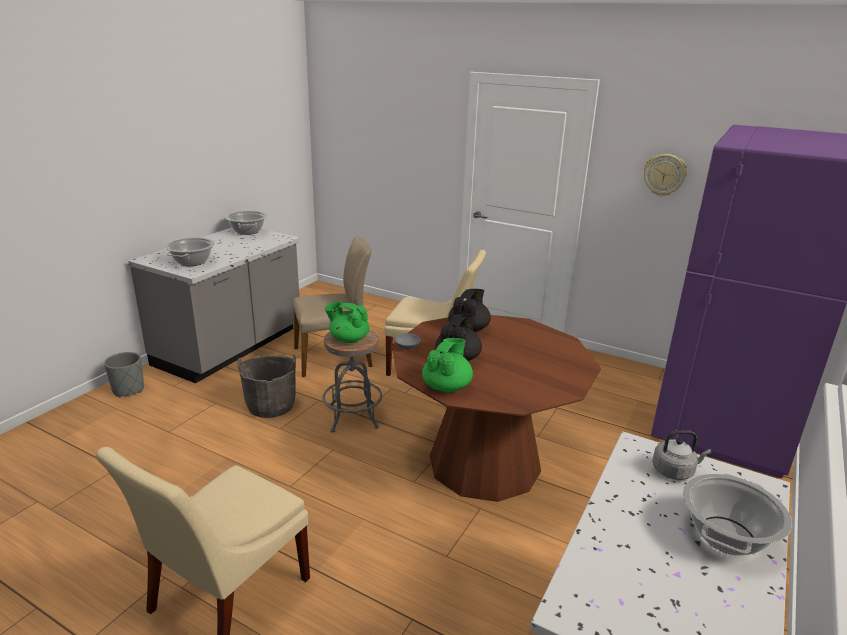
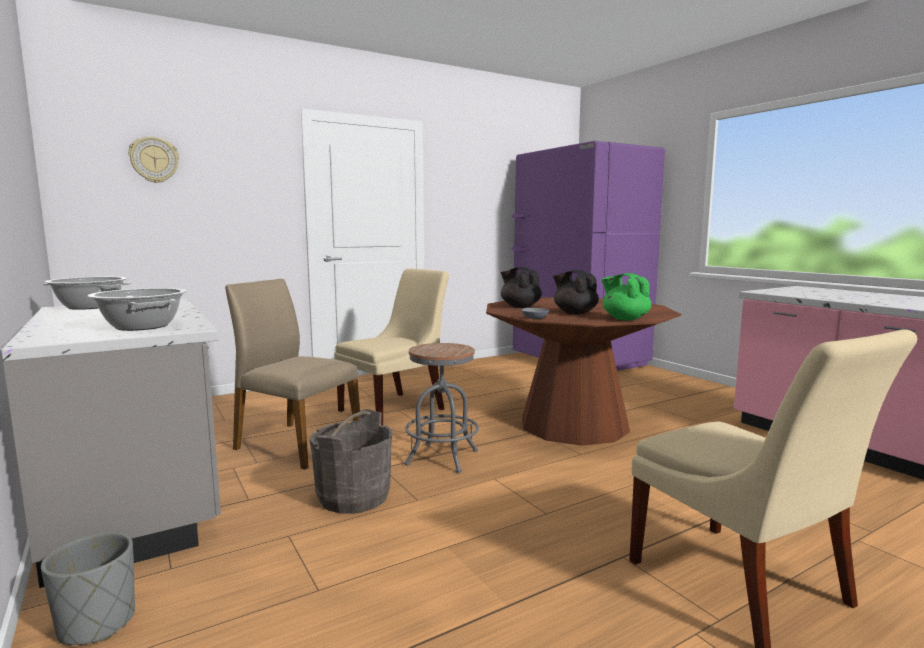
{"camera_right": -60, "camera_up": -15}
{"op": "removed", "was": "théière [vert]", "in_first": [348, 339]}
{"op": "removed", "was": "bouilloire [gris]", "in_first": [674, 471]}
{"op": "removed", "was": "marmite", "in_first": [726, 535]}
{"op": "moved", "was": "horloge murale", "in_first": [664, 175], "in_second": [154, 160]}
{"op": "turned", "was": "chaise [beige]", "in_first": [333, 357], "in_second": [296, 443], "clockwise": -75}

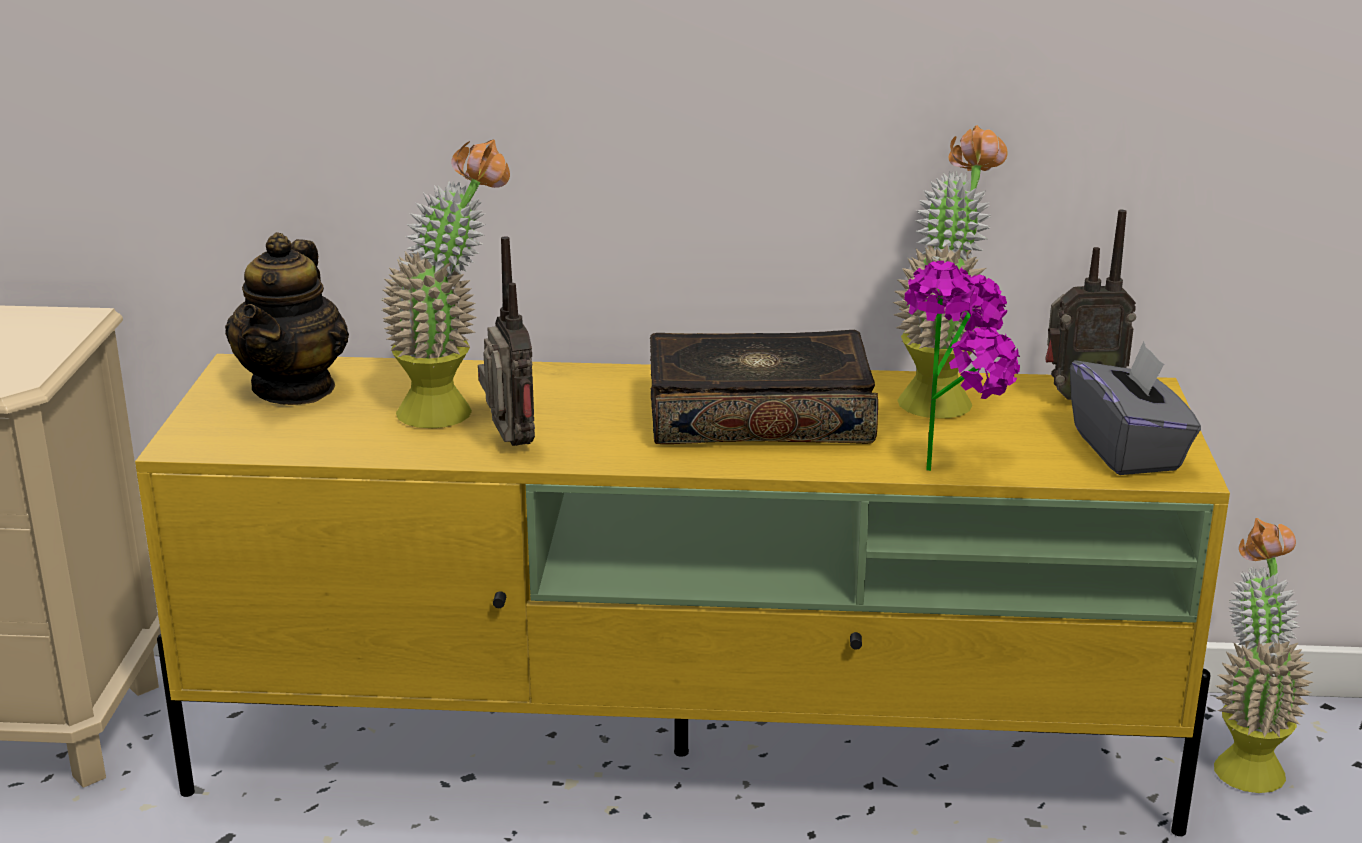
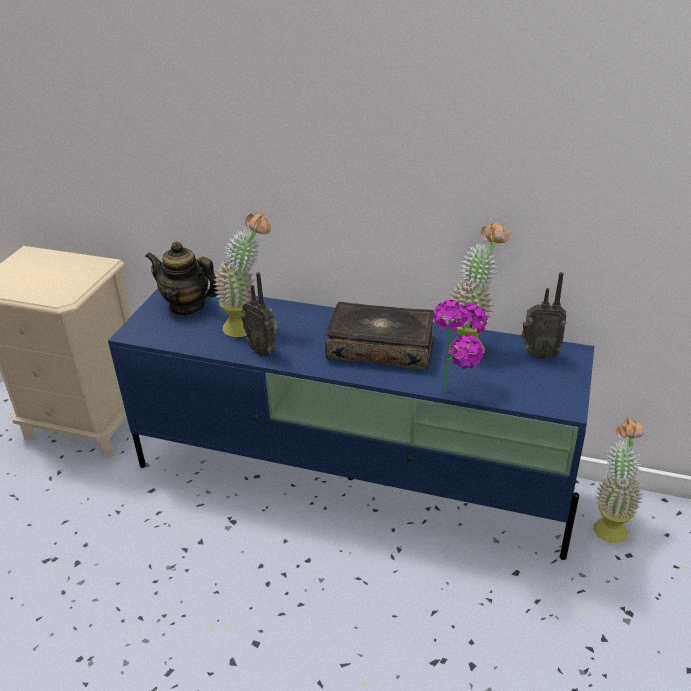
{"camera_right": 15, "camera_up": 10}
{"op": "removed", "was": "boîte à mouchoirs [gris]", "in_first": [1128, 450]}
{"op": "recoloured", "was": "meuble télé [jaune]", "now": "meuble télé [bleu]", "in_first": [687, 754], "in_second": [353, 479]}
{"op": "turned", "was": "théière", "in_first": [294, 388], "in_second": [187, 306], "clockwise": 90}
{"op": "turned", "was": "radio", "in_first": [509, 445], "in_second": [263, 350], "clockwise": 135}

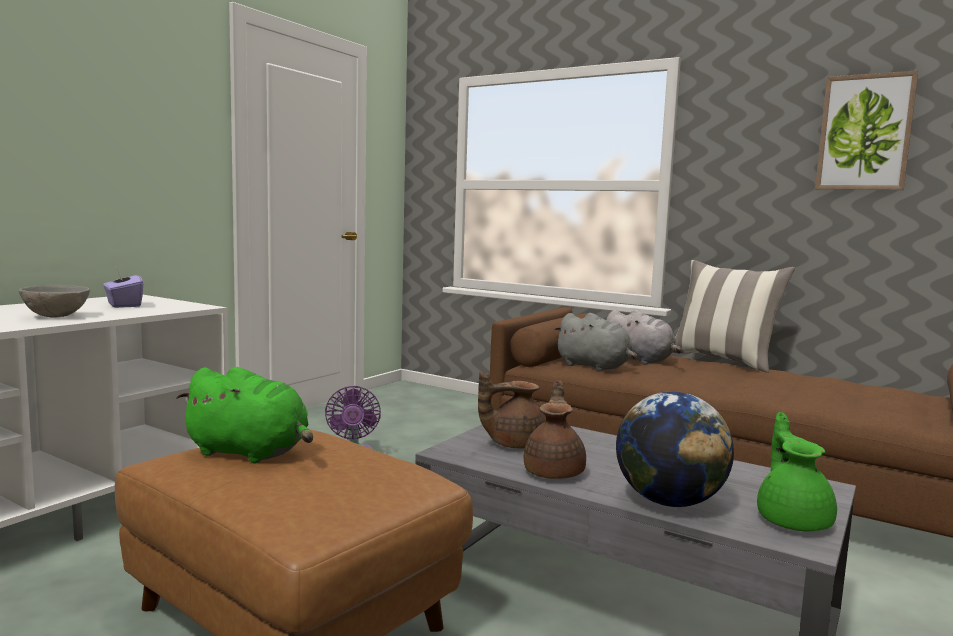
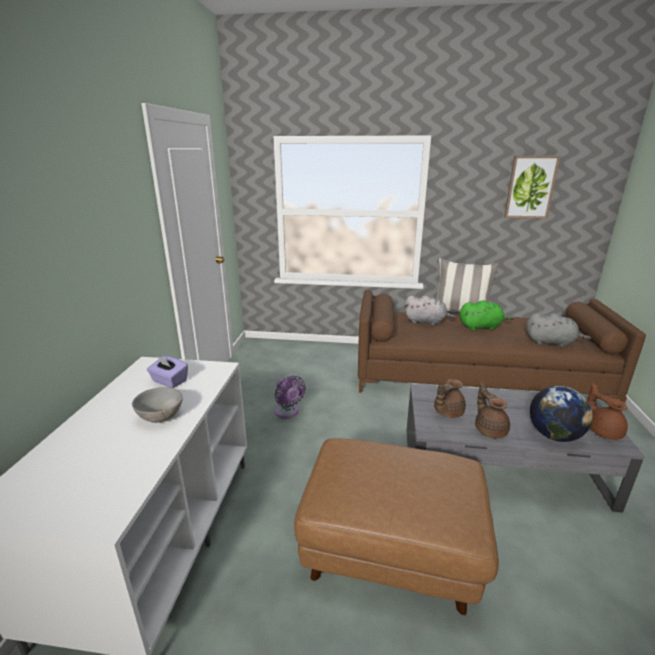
{"camera_right": -25, "camera_up": 15}
{"op": "moved", "was": "peluche [vert]", "in_first": [251, 453], "in_second": [481, 327]}
{"op": "moved", "was": "peluche [gris]", "in_first": [595, 367], "in_second": [551, 342]}
{"op": "recoloured", "was": "théière [vert]", "now": "théière [marron]", "in_first": [793, 520], "in_second": [603, 430]}

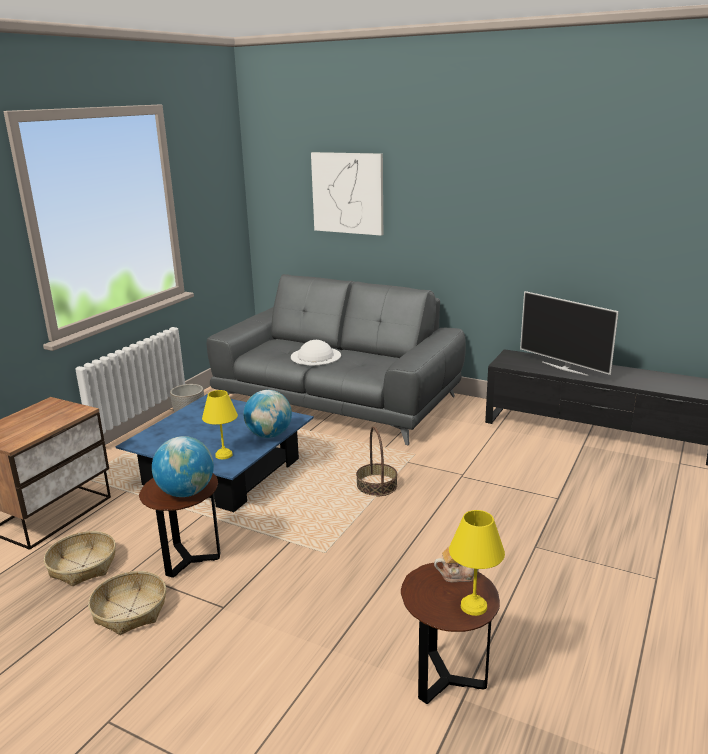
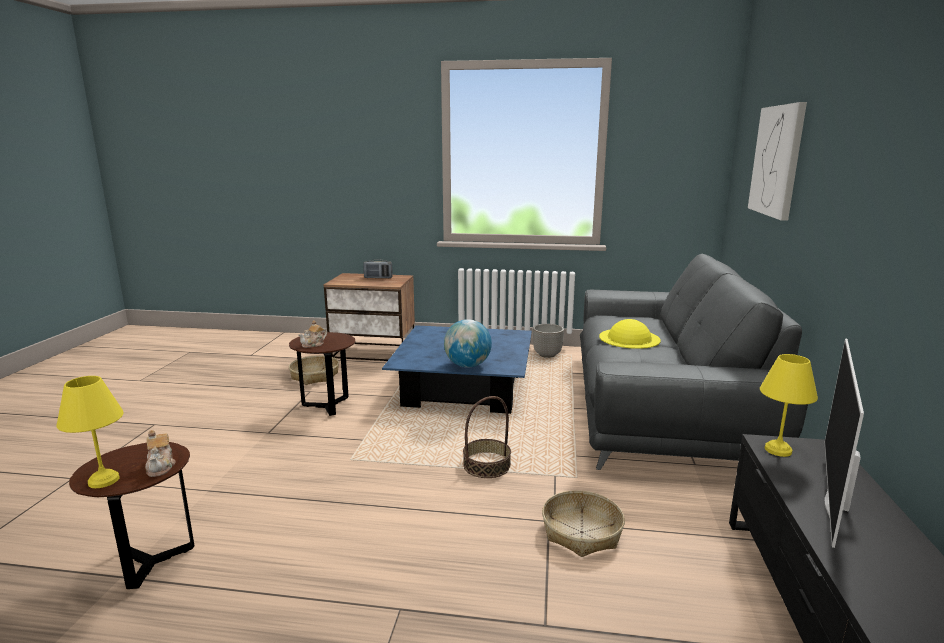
{"camera_right": 70, "camera_up": -5}
{"op": "added", "now": "radio", "in_second": [378, 278]}
{"op": "moved", "was": "panier", "in_first": [130, 610], "in_second": [582, 532]}
{"op": "moved", "was": "lampe de table [jaune]", "in_first": [224, 455], "in_second": [778, 450]}
{"op": "replaced", "was": "globe", "now": "théière", "in_first": [186, 492], "in_second": [314, 344]}
{"op": "recoloured", "was": "chapeau [blanc]", "now": "chapeau [jaune]", "in_first": [315, 356], "in_second": [629, 338]}

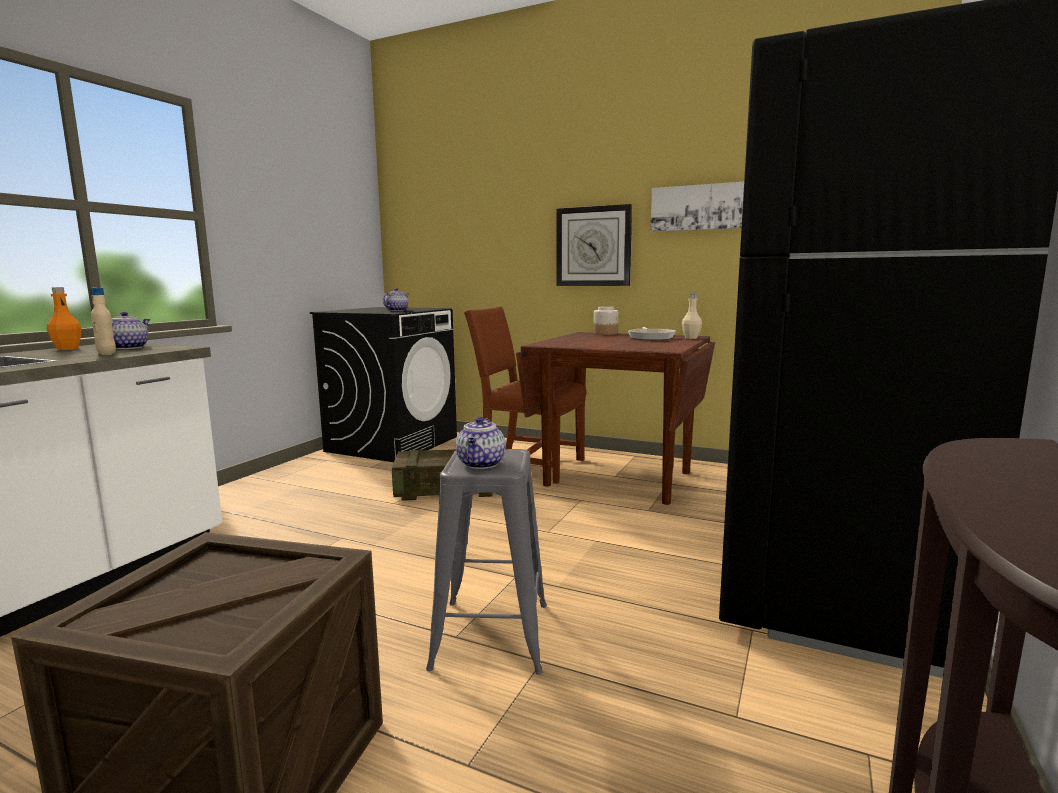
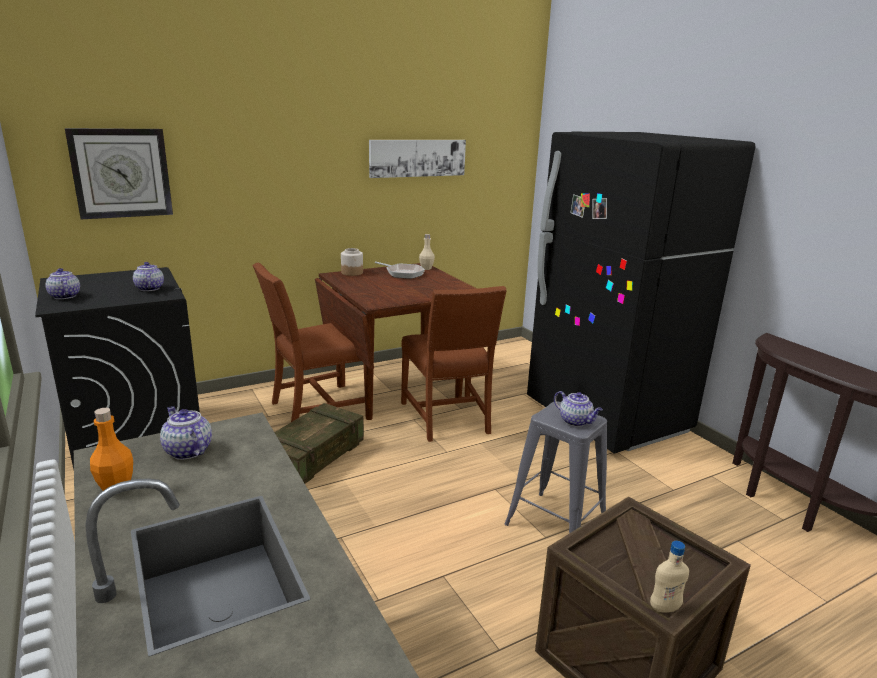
{"camera_right": -55, "camera_up": 10}
{"op": "added", "now": "théière", "in_second": [64, 296]}
{"op": "added", "now": "chaise [marron]", "in_second": [448, 419]}
{"op": "moved", "was": "bouteille [beige]", "in_first": [106, 354], "in_second": [664, 607]}
{"op": "moved", "was": "horloge murale", "in_first": [593, 246], "in_second": [121, 173]}

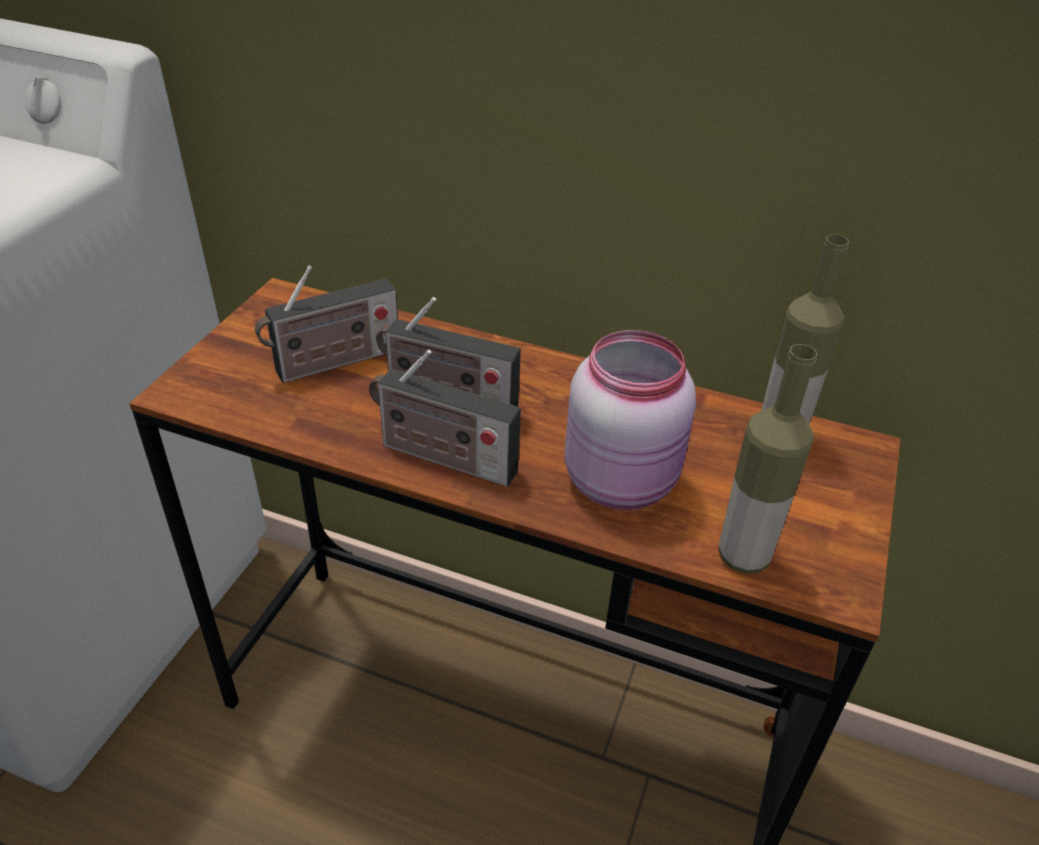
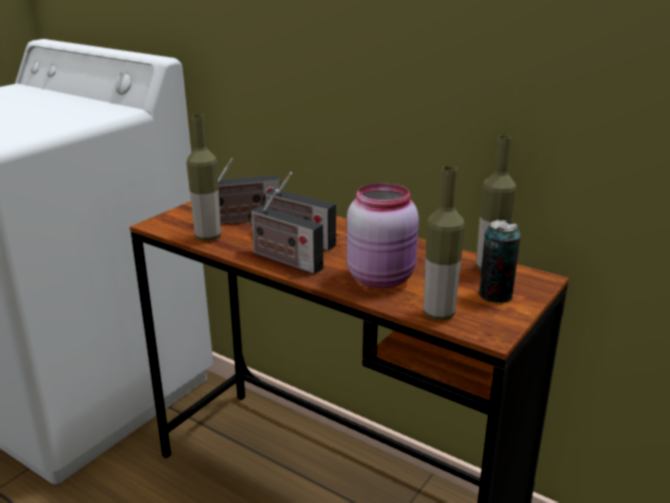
{"camera_right": 15, "camera_up": -15}
{"op": "added", "now": "bouteille", "in_second": [208, 237]}
{"op": "added", "now": "boîte métallique", "in_second": [495, 295]}

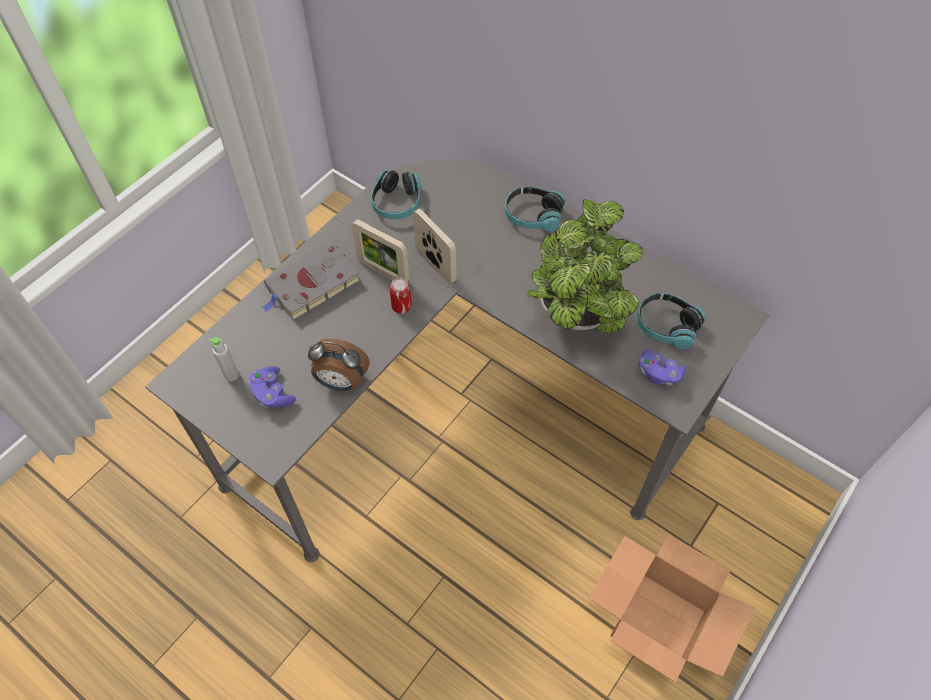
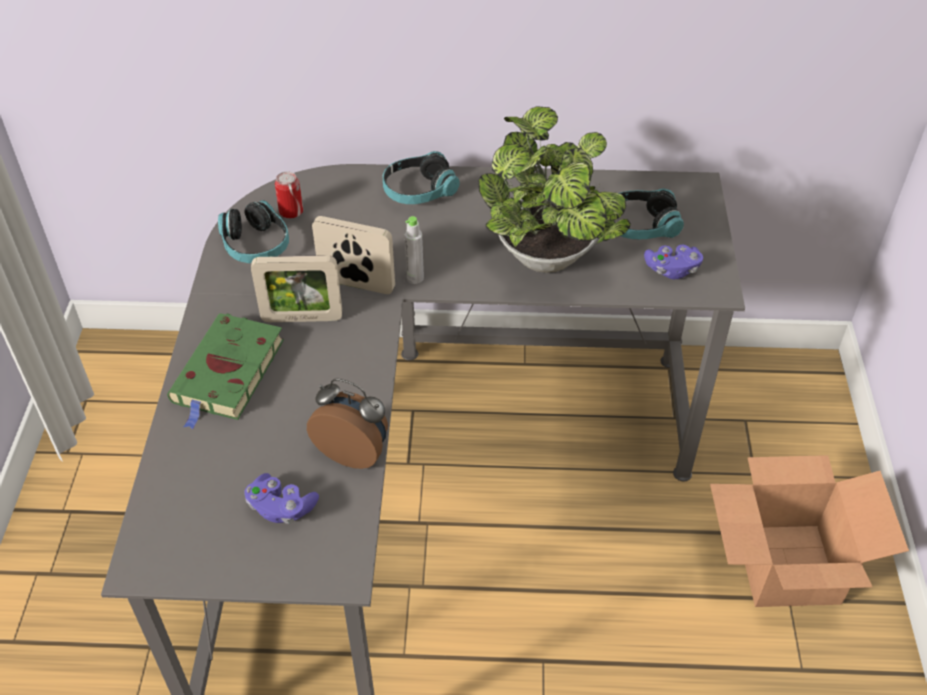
{"camera_right": -35, "camera_up": -10}
{"op": "moved", "was": "bouteille [gris]", "in_first": [231, 375], "in_second": [415, 278]}
{"op": "moved", "was": "boîte métallique", "in_first": [401, 306], "in_second": [291, 212]}
{"op": "recoloured", "was": "livre [gris]", "now": "livre [vert]", "in_first": [311, 286], "in_second": [227, 374]}
{"op": "turned", "was": "réveil", "in_first": [341, 382], "in_second": [354, 451], "clockwise": -135}

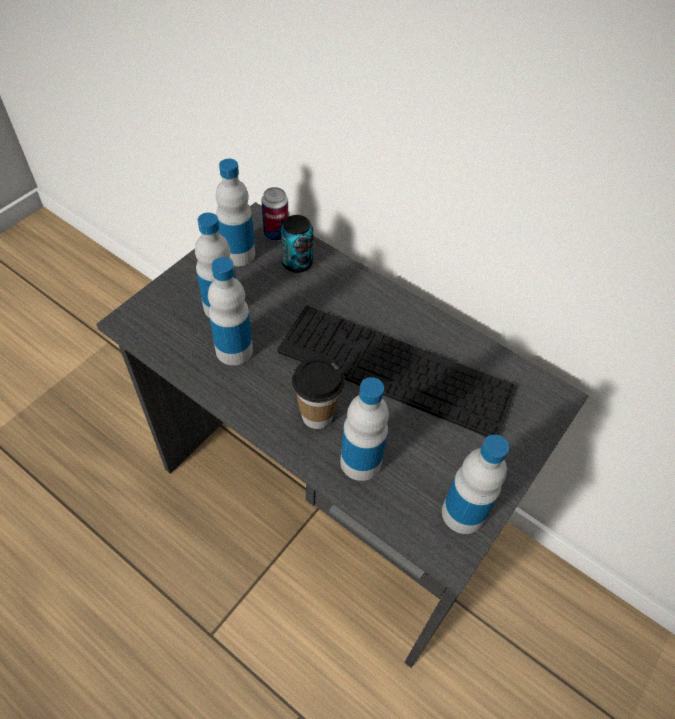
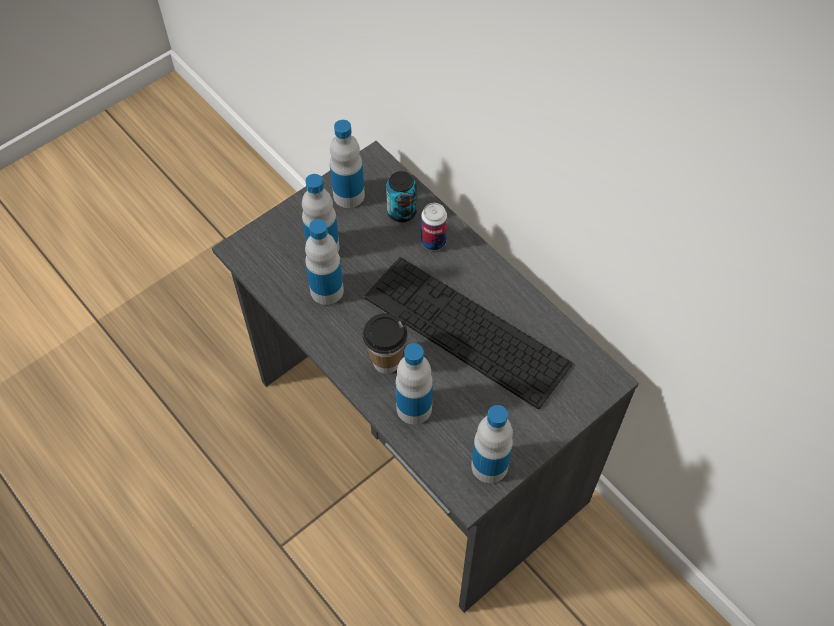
{"camera_right": 15, "camera_up": 5}
{"op": "moved", "was": "boîte métallique", "in_first": [276, 234], "in_second": [433, 241]}

